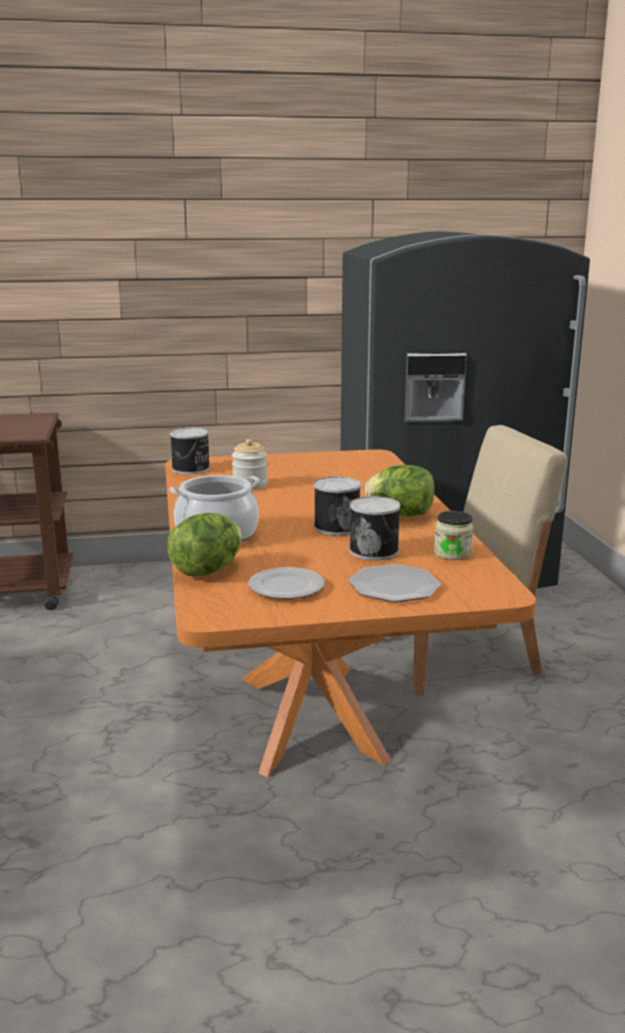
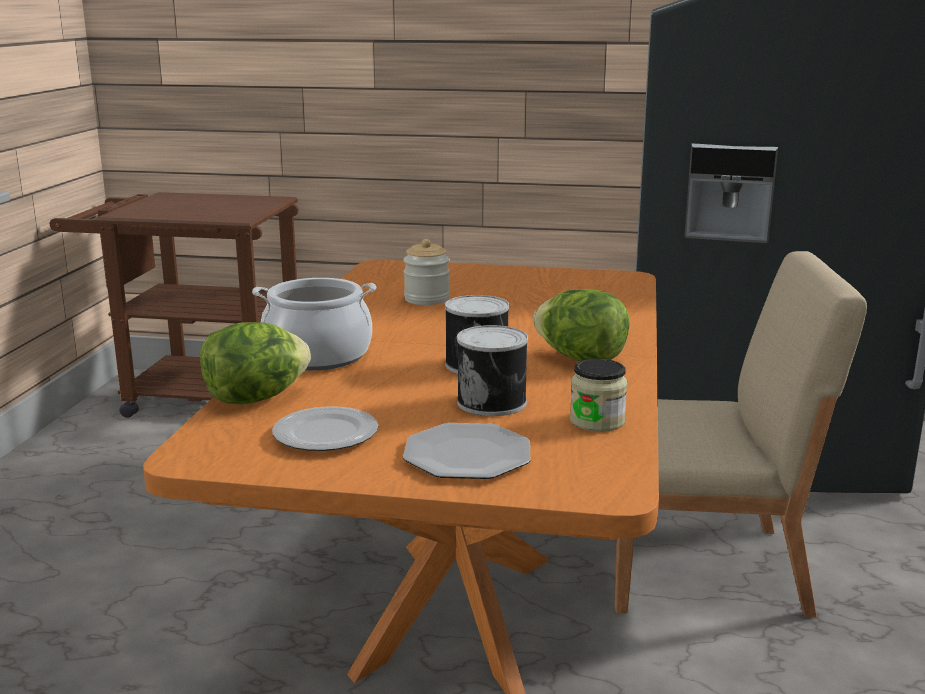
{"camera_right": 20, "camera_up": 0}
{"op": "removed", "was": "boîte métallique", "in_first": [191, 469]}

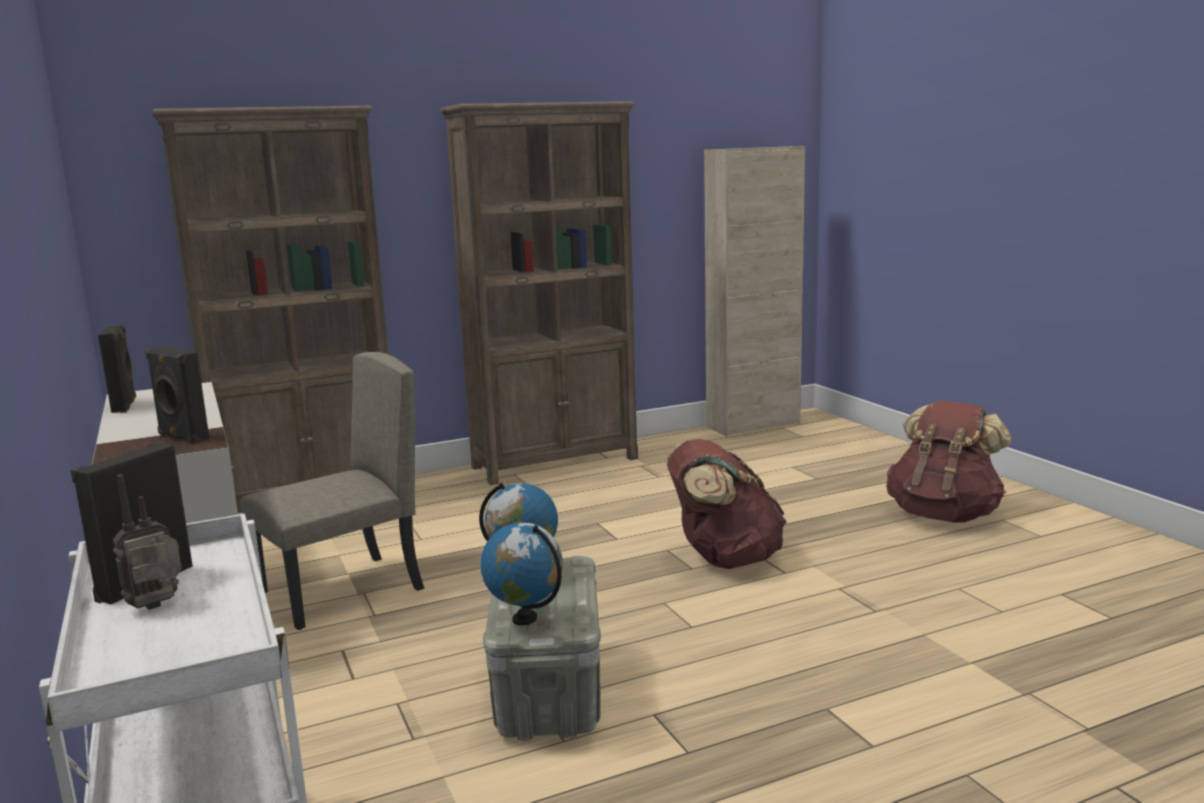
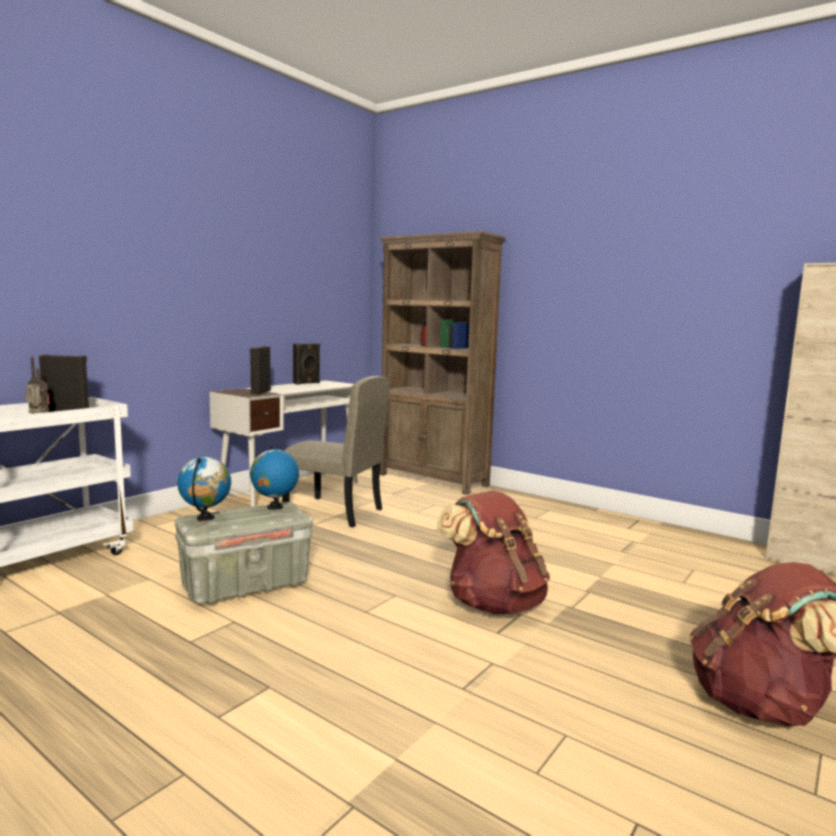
{"camera_right": 60, "camera_up": -5}
{"op": "removed", "was": "bibliothèque [marron]", "in_first": [556, 463]}

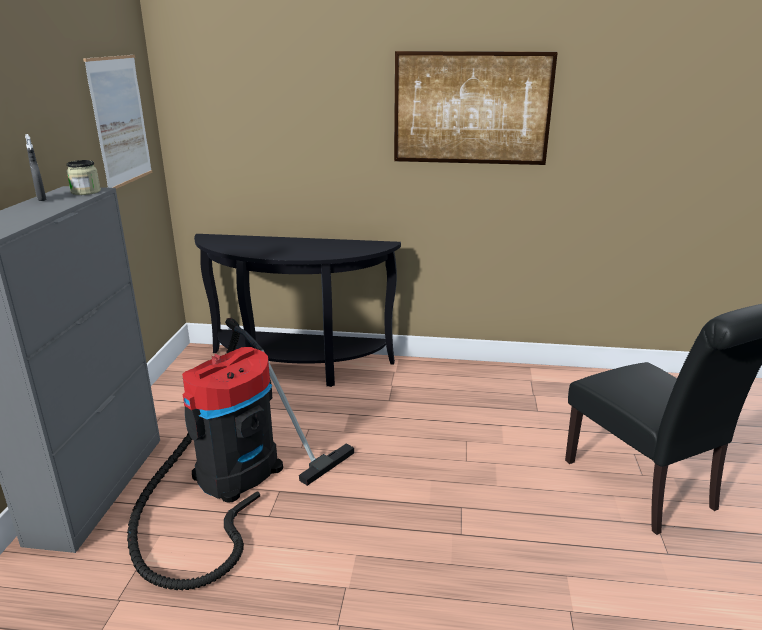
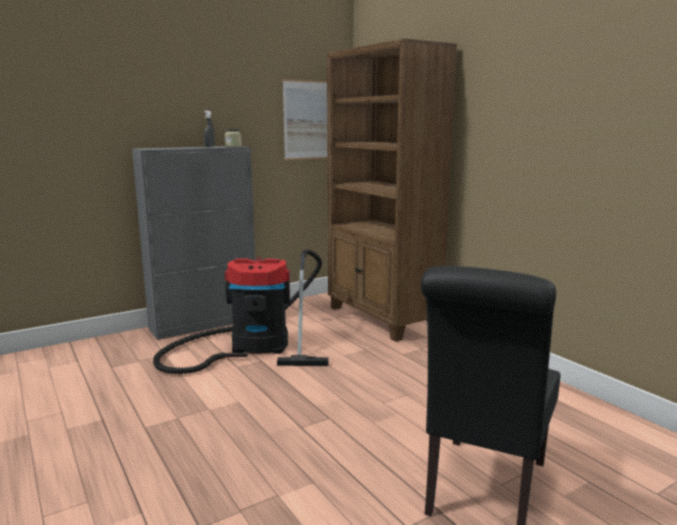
{"camera_right": 50, "camera_up": -10}
{"op": "removed", "was": "tableau", "in_first": [471, 109]}
{"op": "replaced", "was": "table console [noir]", "now": "bibliothèque [marron]", "in_first": [297, 368], "in_second": [382, 318]}

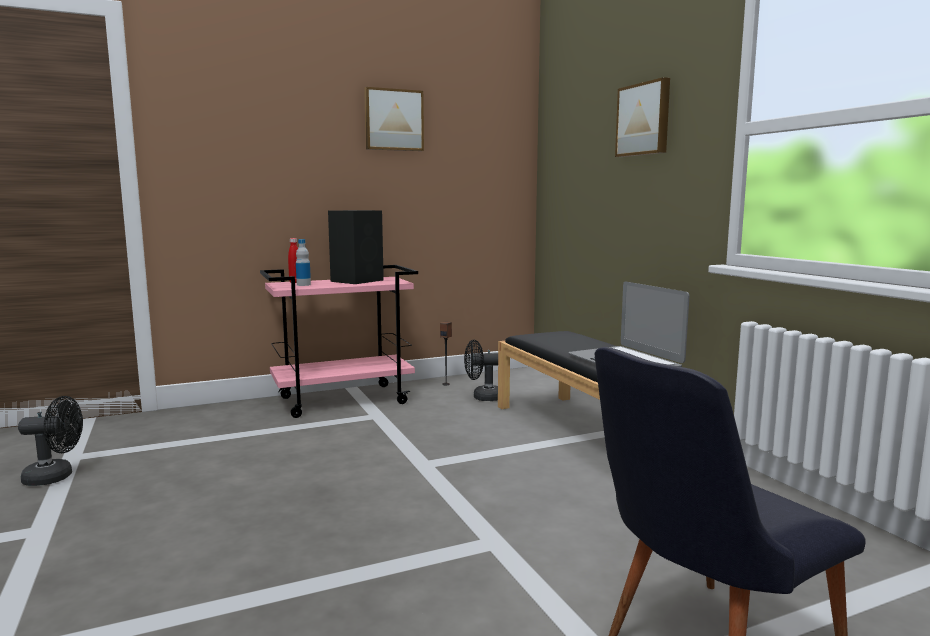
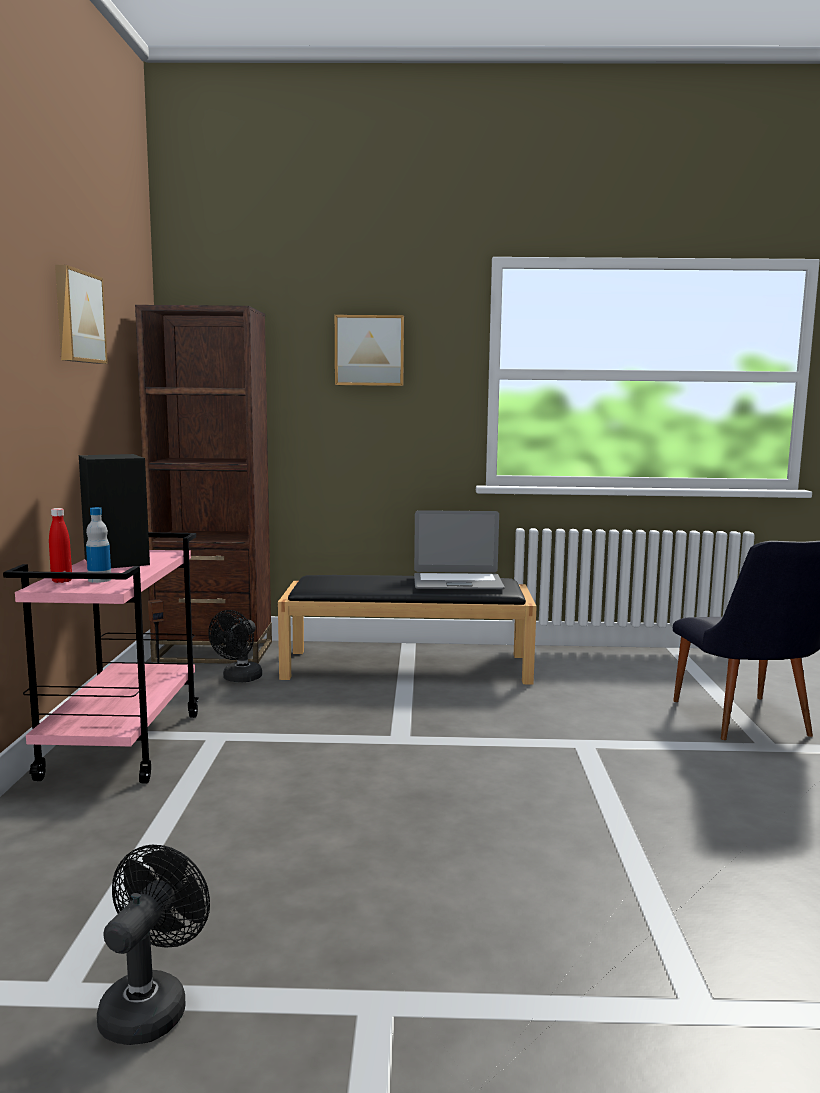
{"camera_right": -65, "camera_up": 0}
{"op": "added", "now": "bibliothèque [marron]", "in_second": [214, 652]}

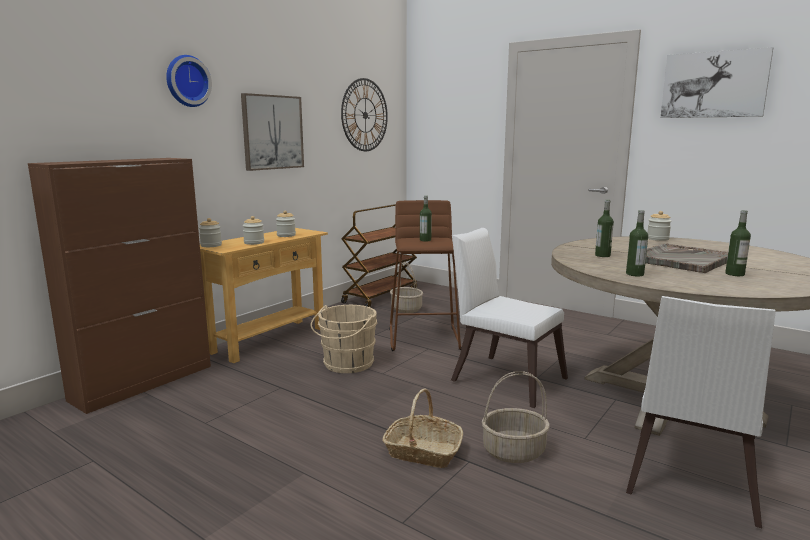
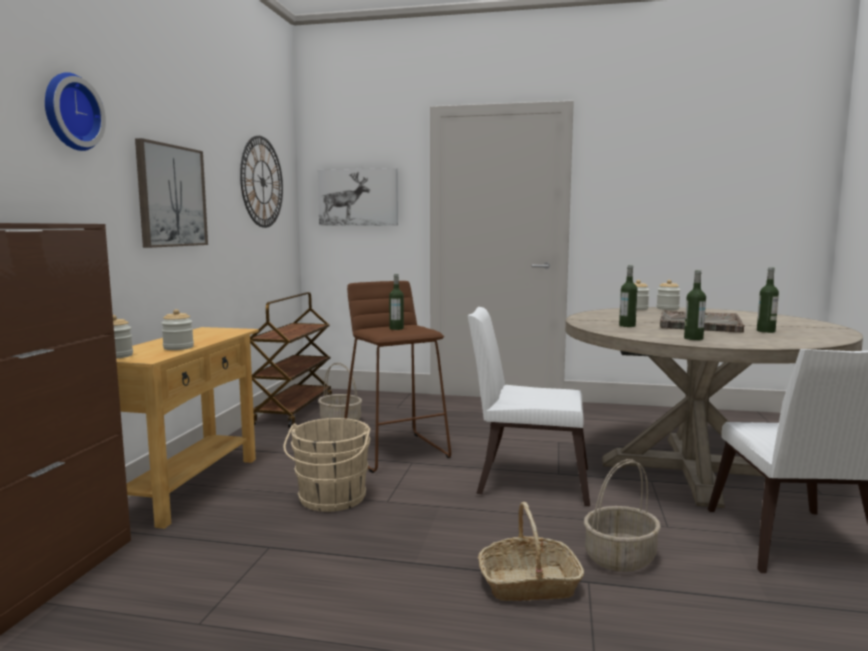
{"camera_right": -25, "camera_up": -5}
{"op": "moved", "was": "bocal", "in_first": [286, 235], "in_second": [667, 309]}
{"op": "moved", "was": "tableau", "in_first": [714, 85], "in_second": [358, 197]}

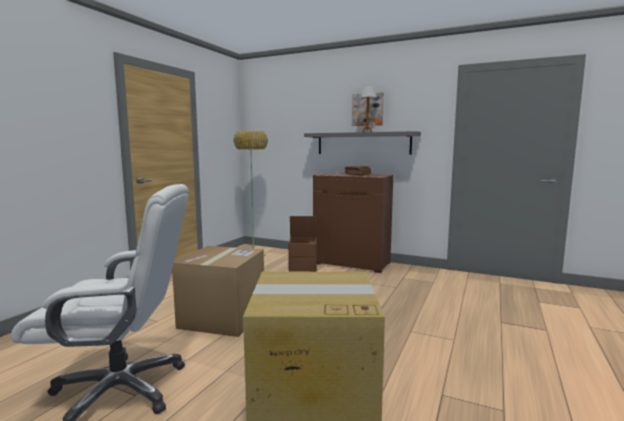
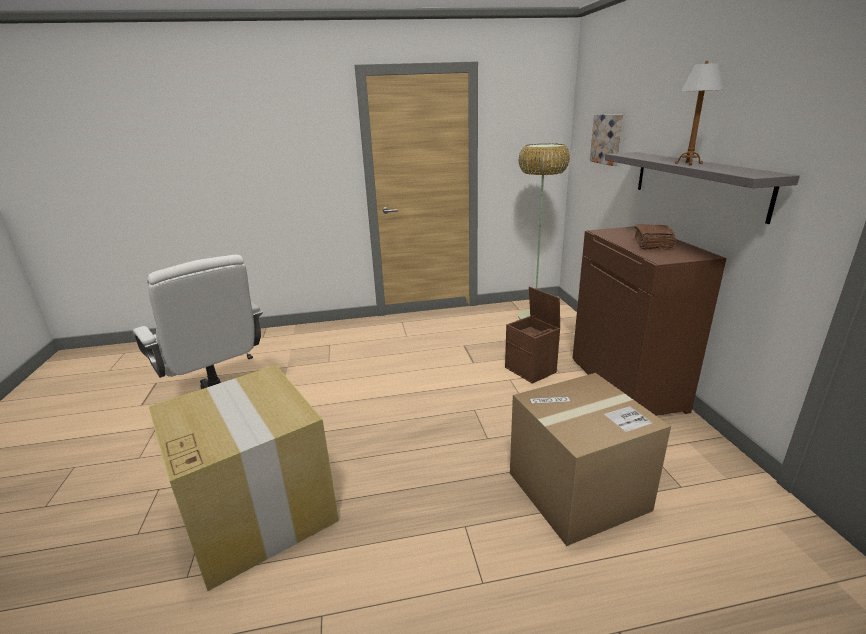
{"camera_right": 55, "camera_up": 15}
{"op": "moved", "was": "carton", "in_first": [222, 318], "in_second": [577, 491]}
{"op": "moved", "was": "tableau", "in_first": [368, 109], "in_second": [607, 139]}

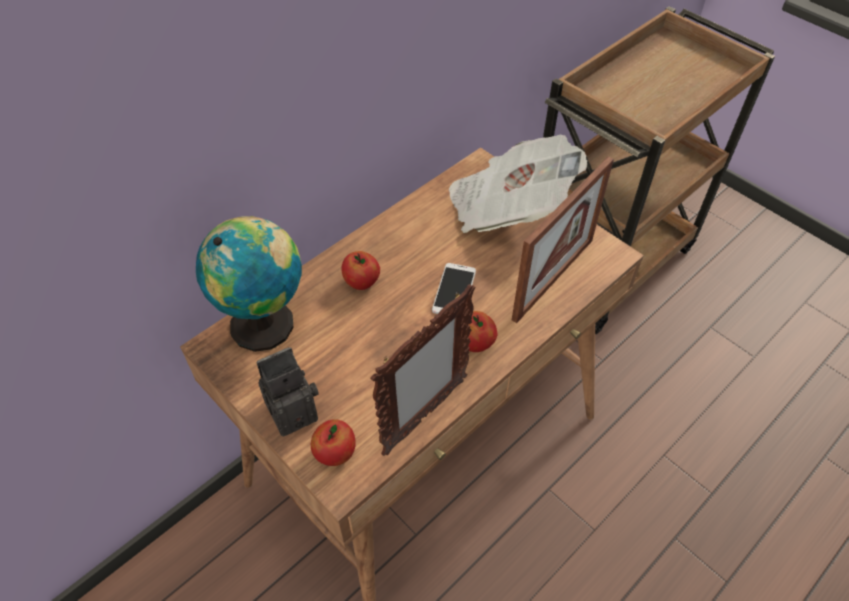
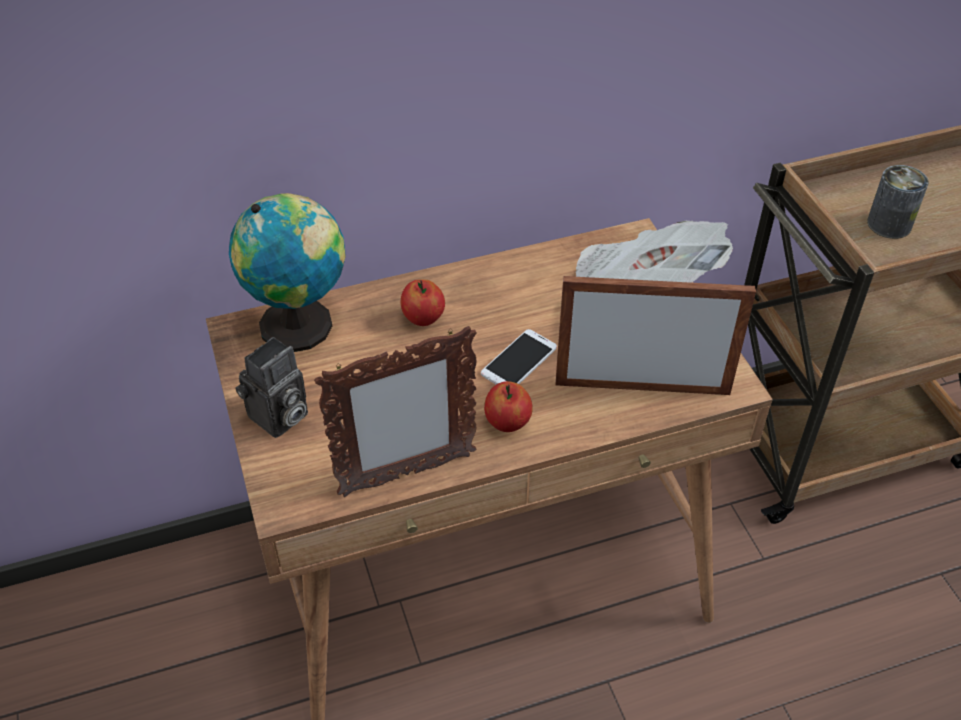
{"camera_right": 25, "camera_up": -5}
{"op": "removed", "was": "pomme", "in_first": [335, 453]}
{"op": "added", "now": "boîte métallique", "in_second": [889, 224]}
{"op": "turned", "was": "appareil photo", "in_first": [294, 410], "in_second": [278, 419], "clockwise": 135}
{"op": "turned", "was": "cadre photo", "in_first": [553, 279], "in_second": [642, 387], "clockwise": -150}

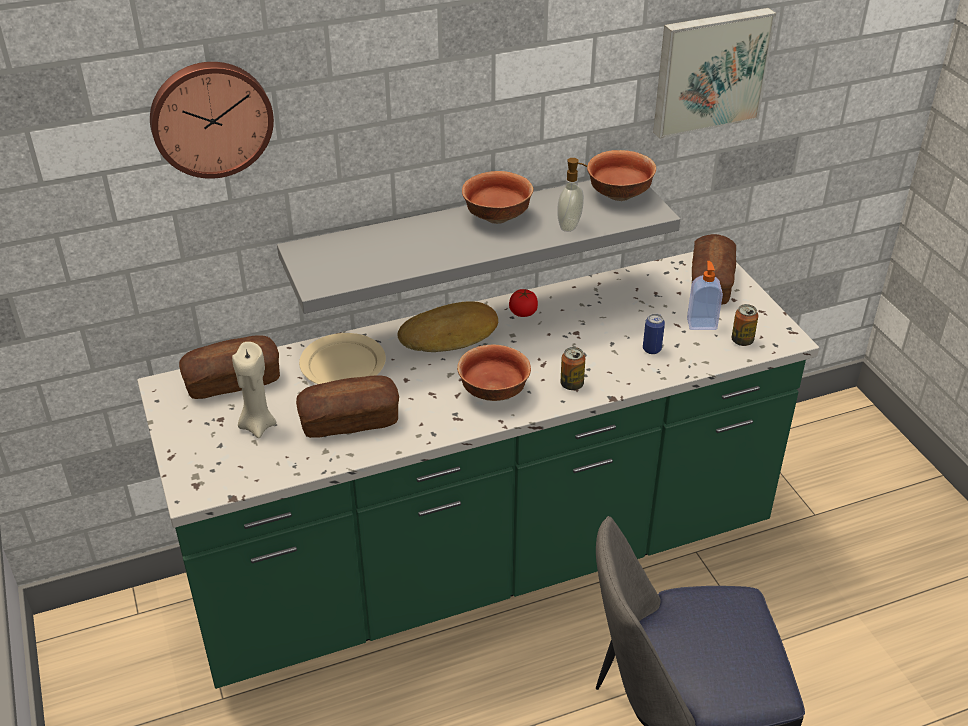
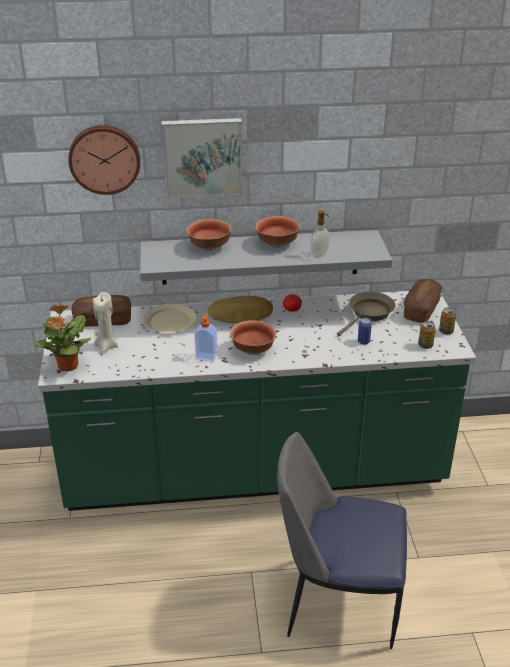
{"camera_right": 15, "camera_up": -5}
{"op": "removed", "was": "pain", "in_first": [350, 421]}
{"op": "added", "now": "plante en pot", "in_second": [67, 366]}
{"op": "added", "now": "poêle [marron]", "in_second": [369, 314]}
{"op": "moved", "was": "boîte métallique", "in_first": [571, 384], "in_second": [446, 331]}
{"op": "moved", "was": "bol", "in_first": [620, 195], "in_second": [209, 247]}
{"op": "moved", "was": "tableau", "in_first": [709, 71], "in_second": [202, 156]}
{"op": "moved", "was": "distributeur de savon", "in_first": [701, 323], "in_second": [206, 356]}

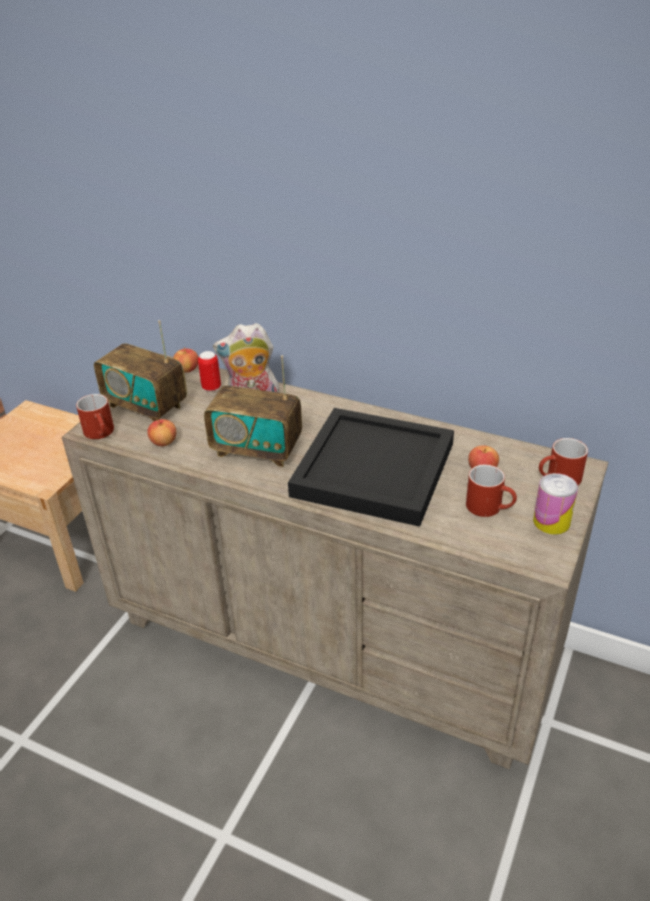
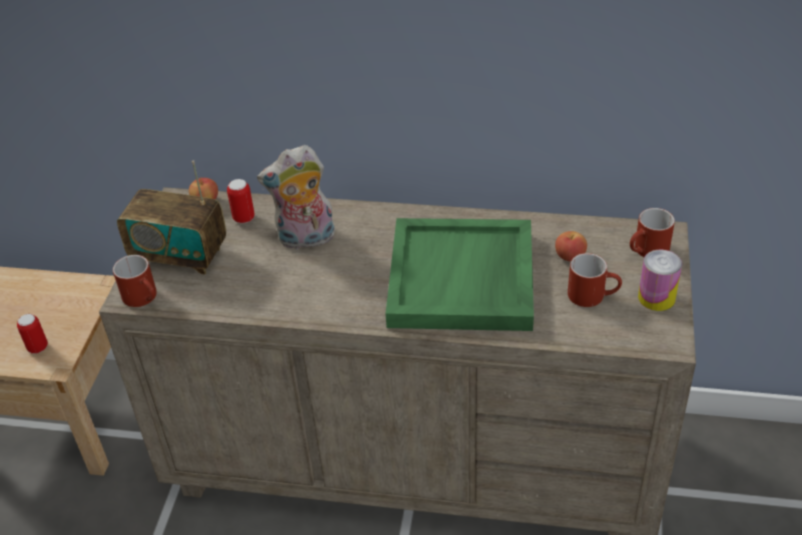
{"camera_right": -15, "camera_up": 5}
{"op": "removed", "was": "pomme", "in_first": [164, 442]}
{"op": "removed", "was": "radio", "in_first": [256, 450]}
{"op": "added", "now": "boîte métallique", "in_second": [38, 347]}
{"op": "recoloured", "was": "plateau [noir]", "now": "plateau [vert]", "in_first": [374, 471], "in_second": [462, 280]}

